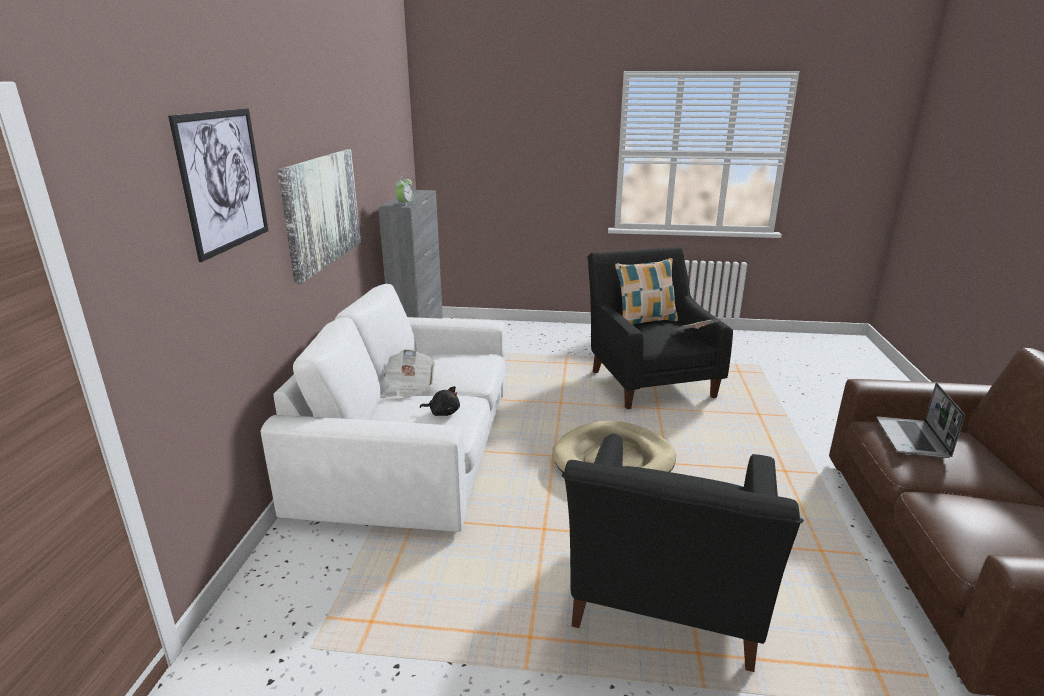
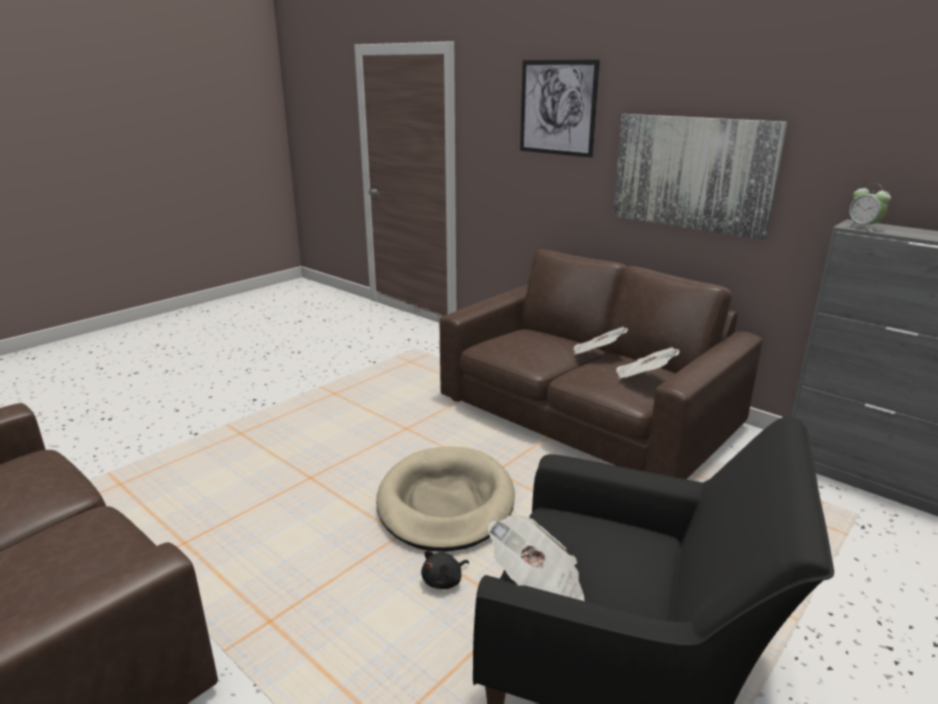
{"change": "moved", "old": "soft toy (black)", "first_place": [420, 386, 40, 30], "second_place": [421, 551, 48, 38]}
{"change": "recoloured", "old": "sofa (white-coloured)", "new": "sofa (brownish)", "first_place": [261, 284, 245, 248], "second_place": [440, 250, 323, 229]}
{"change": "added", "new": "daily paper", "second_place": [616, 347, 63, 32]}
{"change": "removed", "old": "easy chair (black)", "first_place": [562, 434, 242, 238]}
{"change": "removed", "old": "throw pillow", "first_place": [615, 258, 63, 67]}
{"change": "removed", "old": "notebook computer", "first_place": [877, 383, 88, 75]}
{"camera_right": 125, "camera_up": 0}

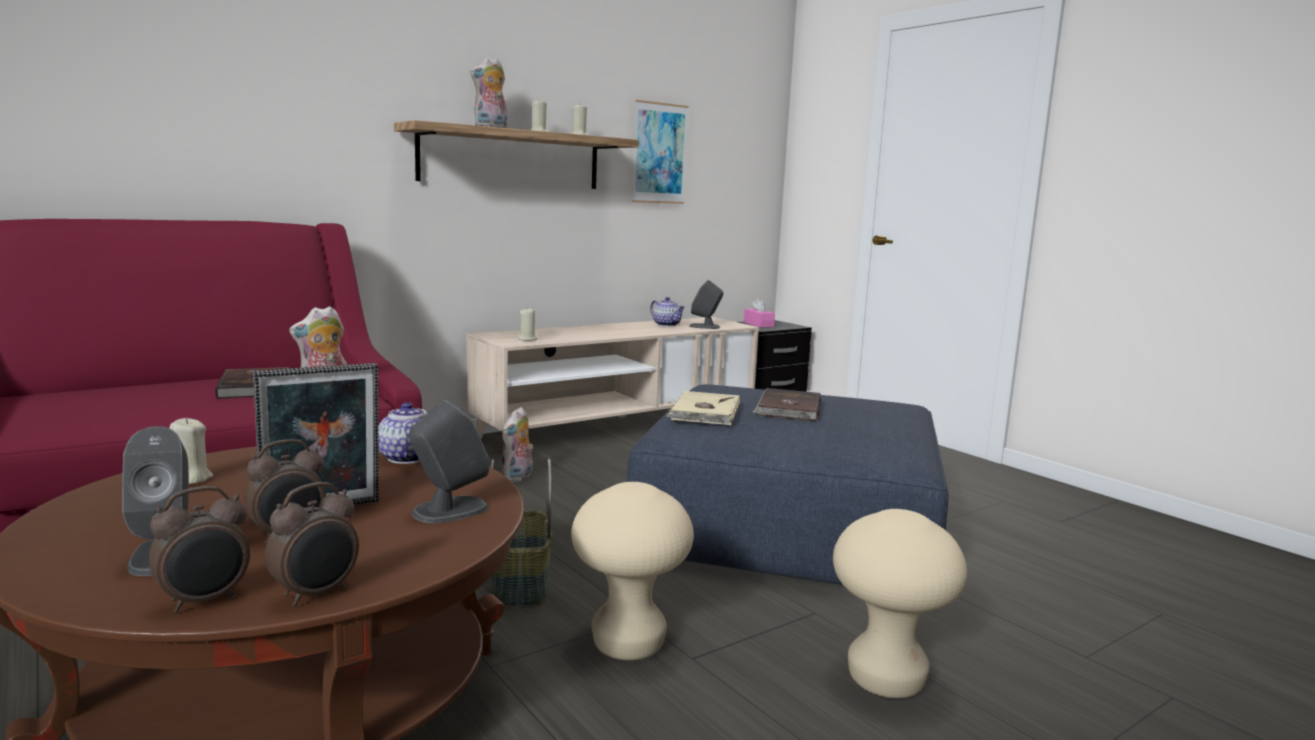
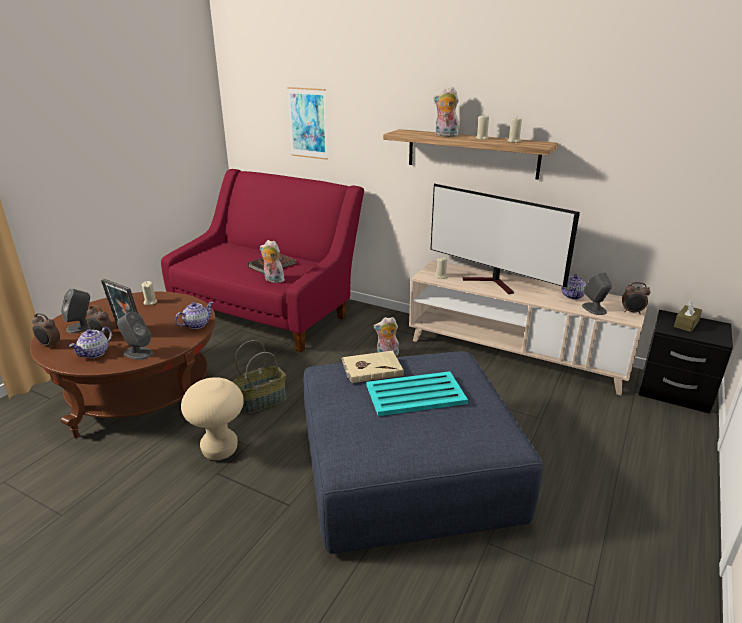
{"change": "added", "new": "tea pot", "second_place": [69, 327, 43, 31]}
{"change": "moved", "old": "wall art", "first_place": [632, 100, 57, 104], "second_place": [287, 87, 41, 73]}
{"change": "replaced", "old": "book (brownish)", "new": "tray (turquoise-coloured)", "first_place": [753, 388, 68, 33], "second_place": [367, 371, 101, 45]}
{"change": "added", "new": "TV", "second_place": [431, 184, 149, 110]}
{"change": "moved", "old": "alarm clock", "first_place": [265, 482, 94, 124], "second_place": [622, 282, 28, 32]}
{"change": "recoloured", "old": "tissue box (pinkish)", "new": "tissue box (brownish)", "first_place": [744, 298, 31, 29], "second_place": [674, 300, 28, 32]}
{"change": "removed", "old": "stool seat (sand-coloured)", "first_place": [833, 509, 134, 190]}
{"camera_right": 65, "camera_up": 15}

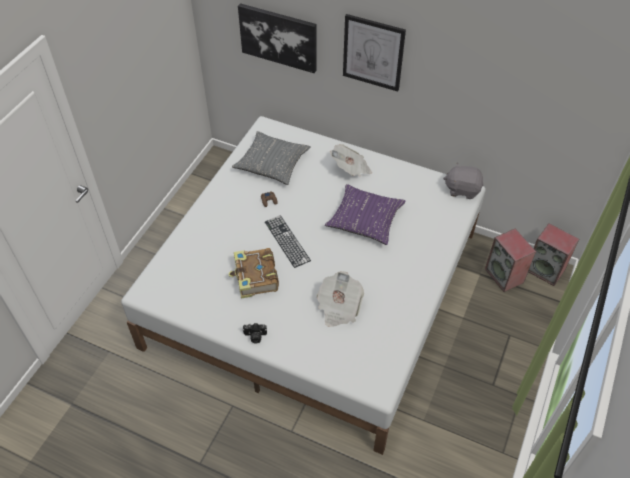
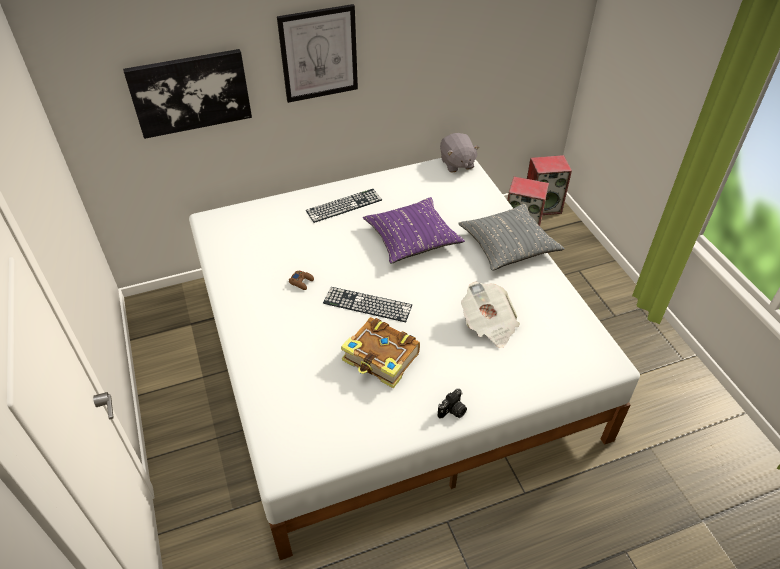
{"change": "replaced", "old": "daily paper", "new": "computer keyboard", "first_place": [330, 144, 42, 32], "second_place": [306, 189, 76, 34]}
{"change": "turned", "old": "soft toy (grey)", "first_place": [443, 162, 40, 37], "second_place": [440, 133, 39, 40], "degrees": -75}
{"change": "moved", "old": "throw pillow (grey)", "first_place": [232, 131, 79, 54], "second_place": [458, 204, 107, 67]}
{"camera_right": -45, "camera_up": -5}

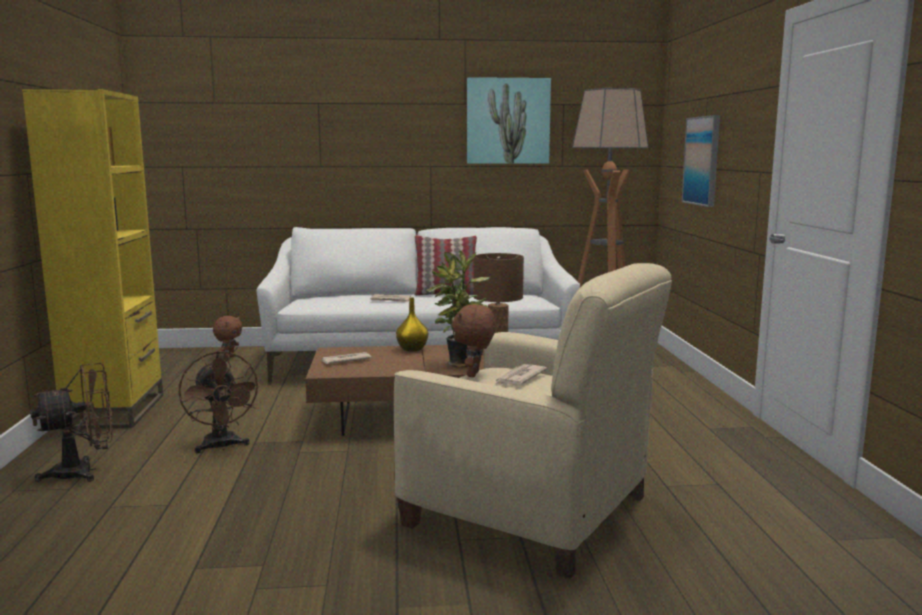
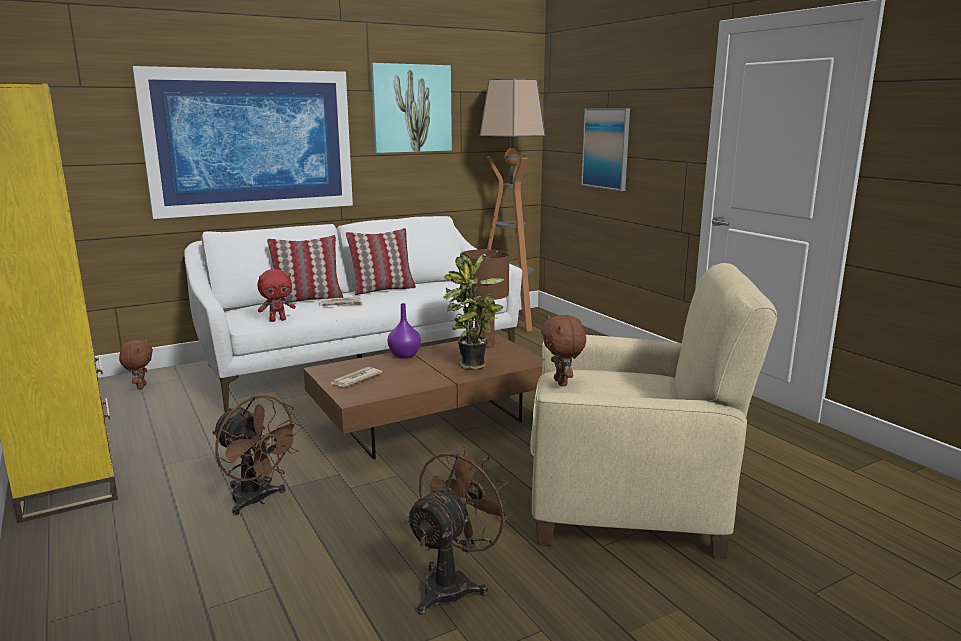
{"change": "added", "new": "wall art", "second_place": [132, 66, 221, 153]}
{"change": "added", "new": "soft toy (red-coloured)", "second_place": [257, 269, 39, 53]}
{"change": "added", "new": "throw pillow", "second_place": [267, 235, 76, 68]}
{"change": "recoloured", "old": "vase (yellowish)", "new": "vase (purple-coloured)", "first_place": [396, 298, 32, 54], "second_place": [387, 303, 34, 56]}
{"change": "moved", "old": "cooling fan (brownish)", "first_place": [30, 363, 83, 119], "second_place": [405, 446, 110, 169]}
{"change": "removed", "old": "daily paper", "first_place": [495, 364, 52, 21]}
{"camera_right": -25, "camera_up": 5}

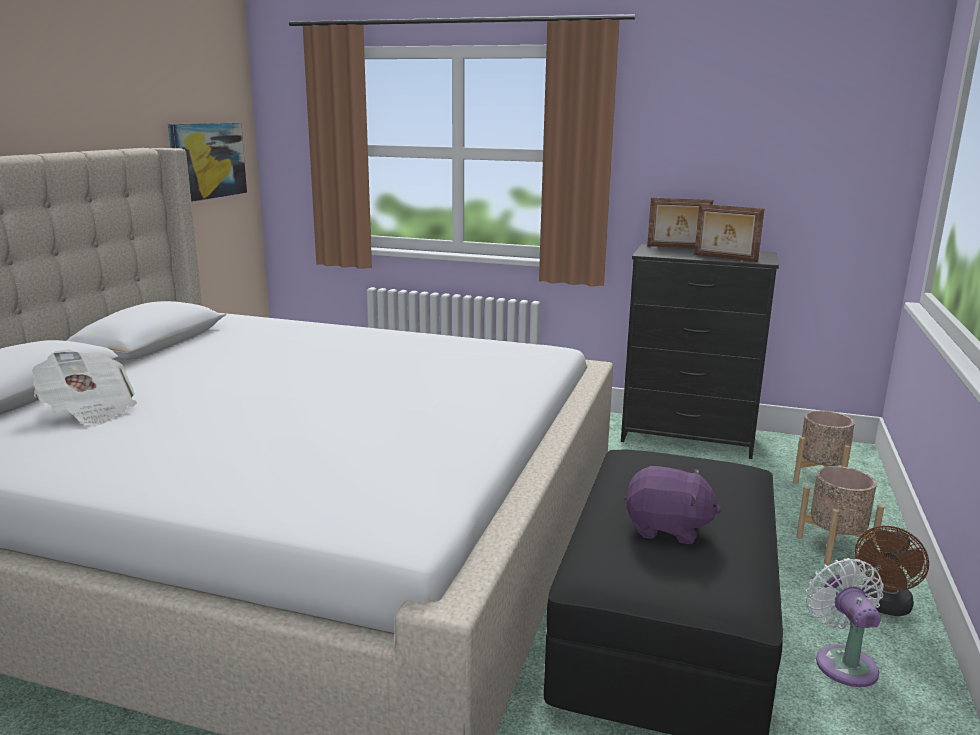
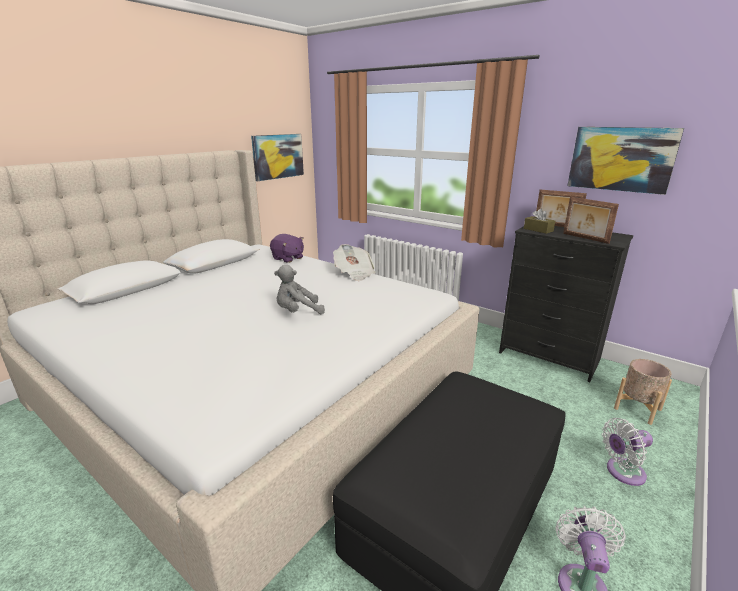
{"change": "moved", "old": "soft toy (purple-coloured)", "first_place": [624, 466, 98, 78], "second_place": [270, 234, 34, 29]}
{"change": "added", "new": "soft toy (grey)", "second_place": [274, 265, 51, 49]}
{"change": "moved", "old": "daily paper", "first_place": [32, 350, 105, 76], "second_place": [333, 244, 43, 37]}
{"change": "added", "new": "tissue box (brownish)", "second_place": [524, 209, 31, 25]}
{"change": "added", "new": "wall art", "second_place": [567, 127, 117, 68]}
{"change": "replaced", "old": "flower pot (sand-coloured)", "new": "cooling fan (white-coloured)", "first_place": [796, 466, 88, 99], "second_place": [602, 418, 51, 68]}
{"change": "removed", "old": "cooling fan (brownish)", "first_place": [855, 526, 74, 90]}
{"camera_right": 20, "camera_up": 5}

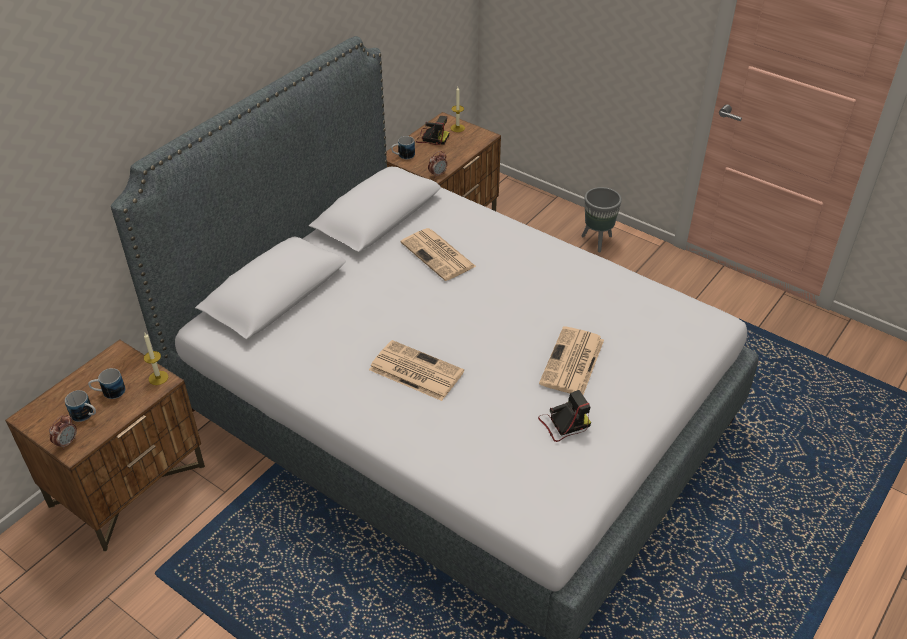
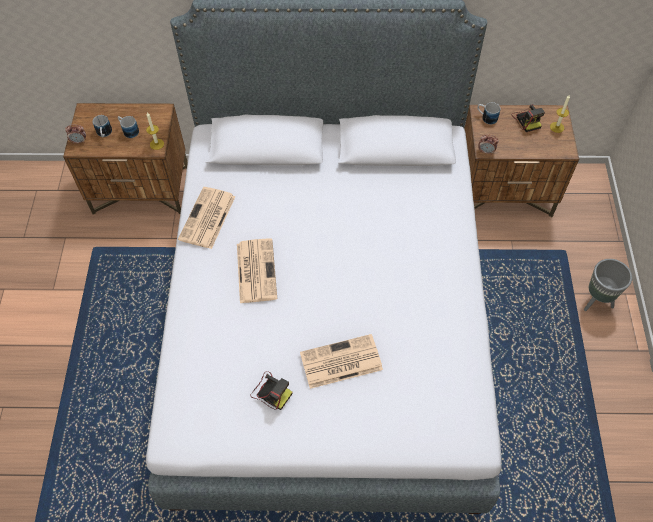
{"change": "moved", "old": "daily paper", "first_place": [401, 228, 75, 53], "second_place": [178, 187, 58, 62]}
{"camera_right": 55, "camera_up": 15}

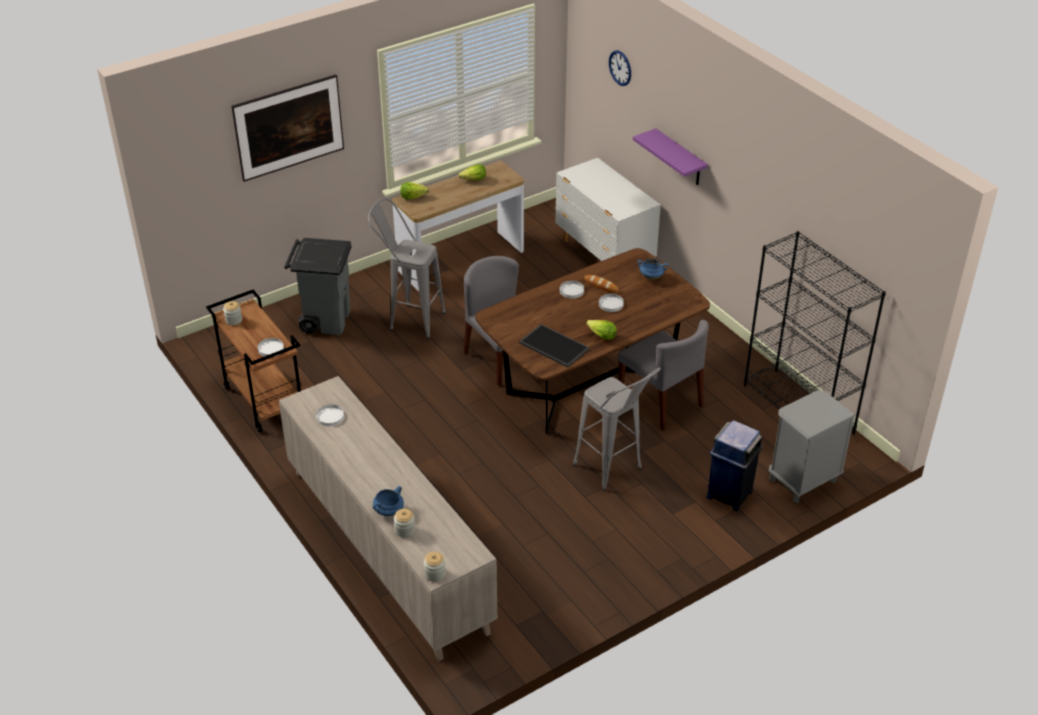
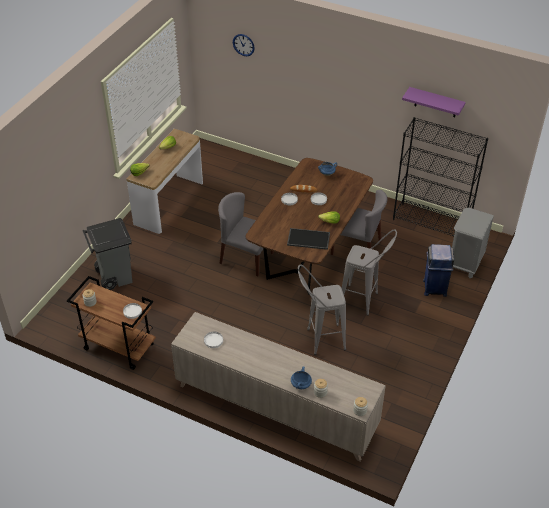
{"change": "moved", "old": "stool seat (grey)", "first_place": [368, 198, 78, 141], "second_place": [298, 265, 48, 90]}
{"change": "moved", "old": "bracket shelf (purple-coloured)", "first_place": [633, 128, 75, 57], "second_place": [402, 87, 64, 30]}
{"change": "removed", "old": "wall art", "first_place": [231, 74, 113, 108]}
{"change": "removed", "old": "dresser (white-coloured)", "first_place": [555, 158, 106, 103]}
{"camera_right": -30, "camera_up": 5}

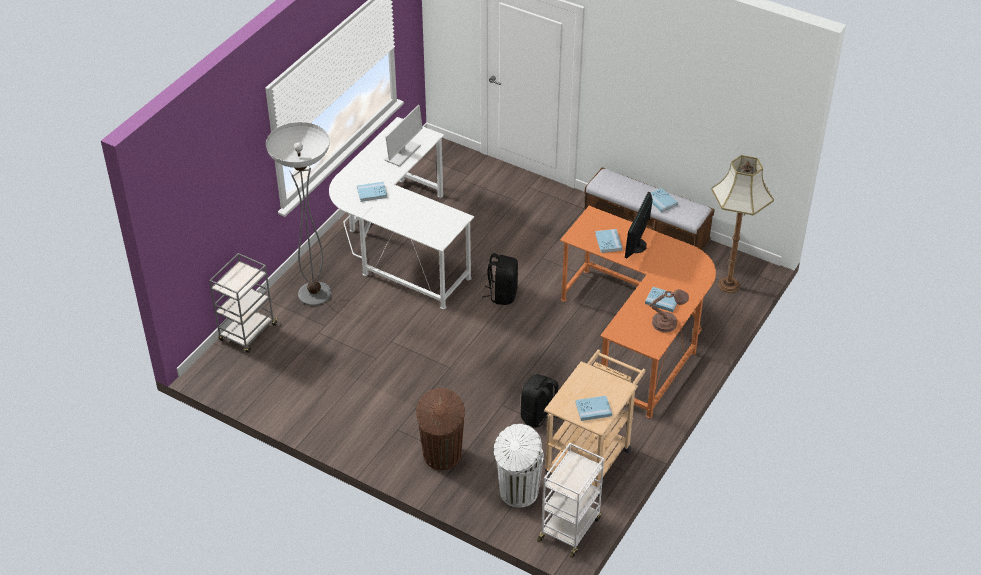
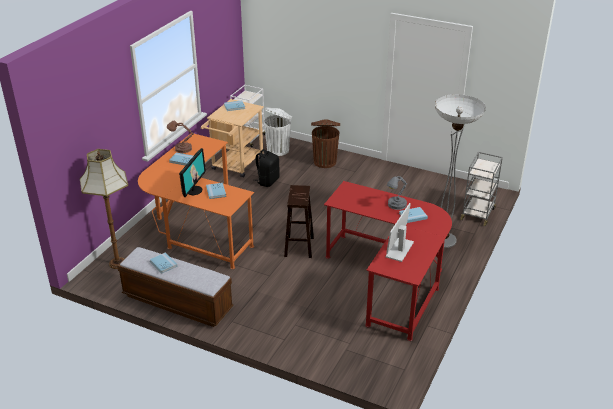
{"change": "replaced", "old": "knapsack (black)", "new": "stool seat (brownish)", "first_place": [482, 253, 36, 52], "second_place": [284, 185, 30, 73]}
{"change": "recoloured", "old": "desk table (white-coloured)", "new": "desk table (red-coloured)", "first_place": [329, 117, 145, 192], "second_place": [324, 181, 128, 160]}
{"change": "added", "new": "tabletop lamp (grey)", "second_place": [387, 176, 20, 34]}
{"camera_right": 175, "camera_up": -10}

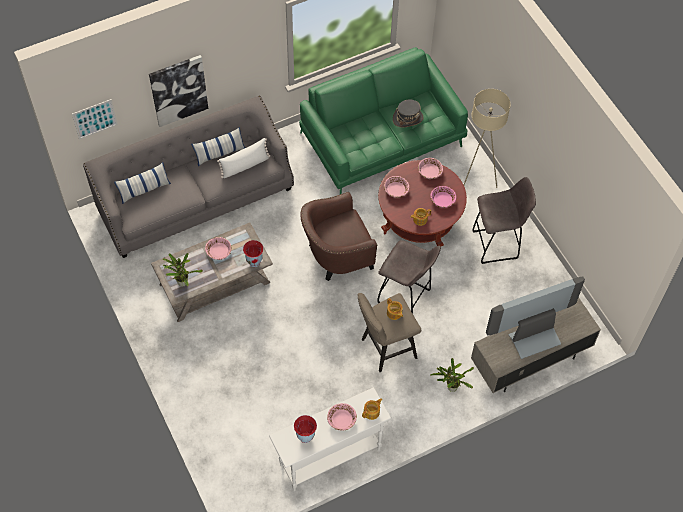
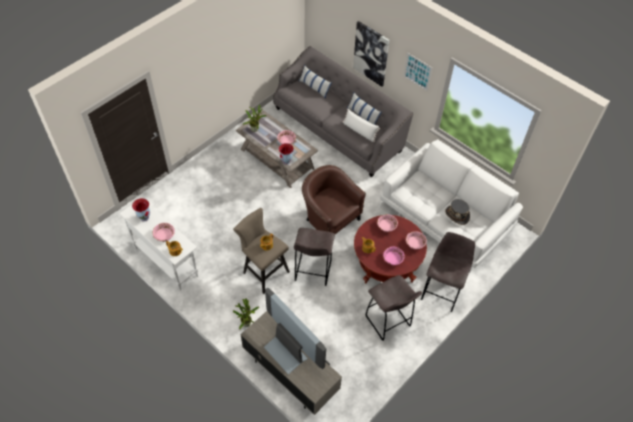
{"change": "recoloured", "old": "sofa (green-coloured)", "new": "sofa (white-coloured)", "first_place": [299, 47, 169, 147], "second_place": [379, 139, 144, 134]}
{"change": "moved", "old": "wall art", "first_place": [72, 99, 46, 40], "second_place": [403, 52, 29, 39]}
{"change": "replaced", "old": "standard lamp (sand-coloured)", "new": "stool seat (grey)", "first_place": [464, 89, 47, 99], "second_place": [421, 232, 54, 80]}
{"camera_right": 70, "camera_up": -5}

